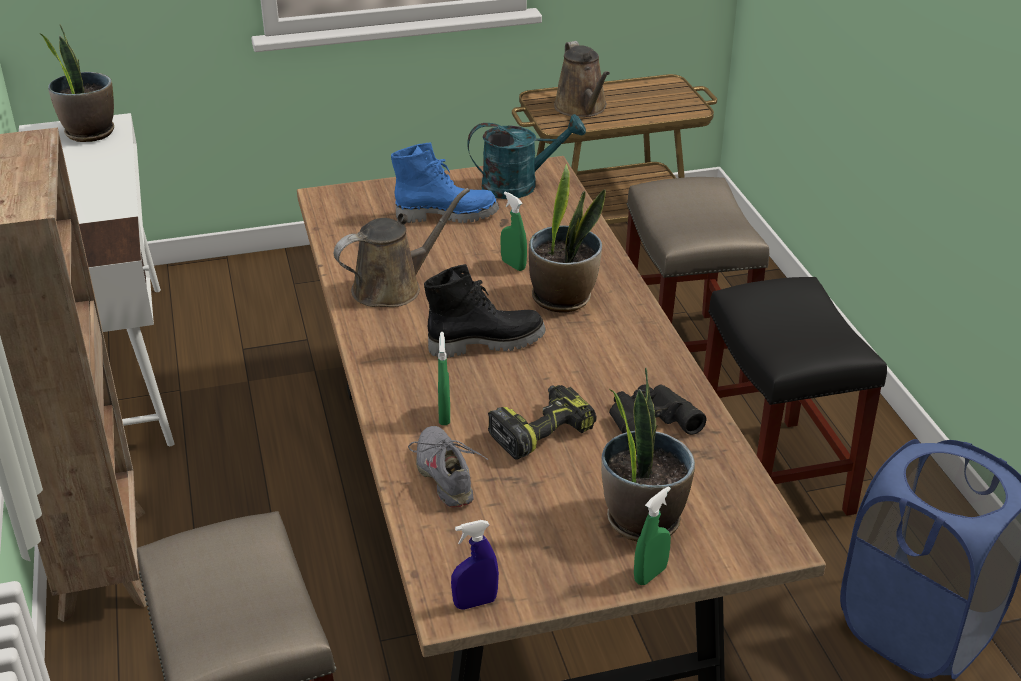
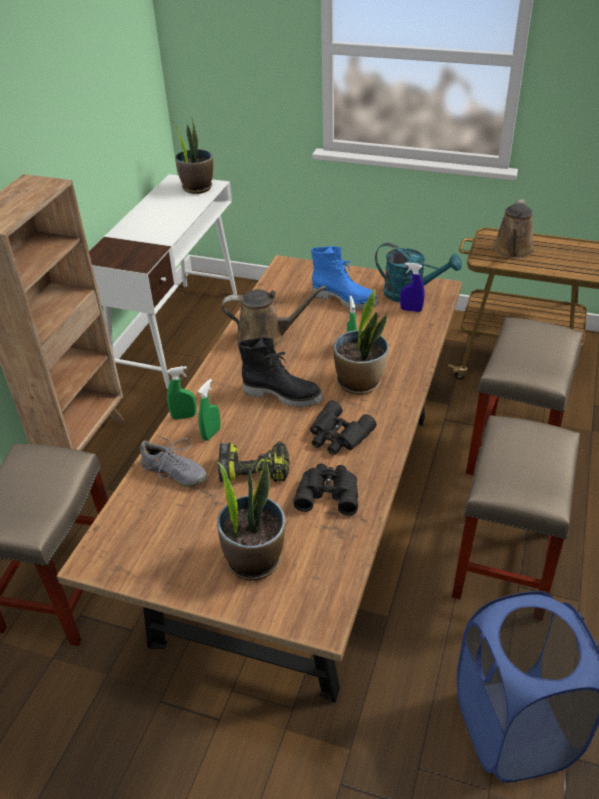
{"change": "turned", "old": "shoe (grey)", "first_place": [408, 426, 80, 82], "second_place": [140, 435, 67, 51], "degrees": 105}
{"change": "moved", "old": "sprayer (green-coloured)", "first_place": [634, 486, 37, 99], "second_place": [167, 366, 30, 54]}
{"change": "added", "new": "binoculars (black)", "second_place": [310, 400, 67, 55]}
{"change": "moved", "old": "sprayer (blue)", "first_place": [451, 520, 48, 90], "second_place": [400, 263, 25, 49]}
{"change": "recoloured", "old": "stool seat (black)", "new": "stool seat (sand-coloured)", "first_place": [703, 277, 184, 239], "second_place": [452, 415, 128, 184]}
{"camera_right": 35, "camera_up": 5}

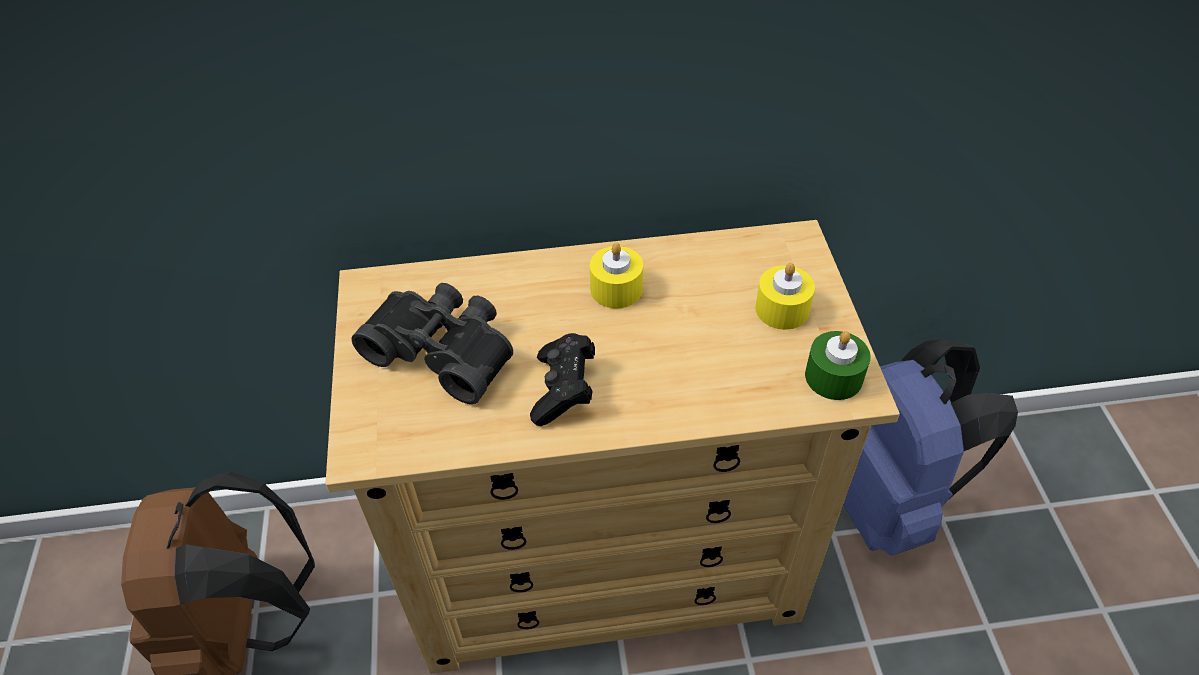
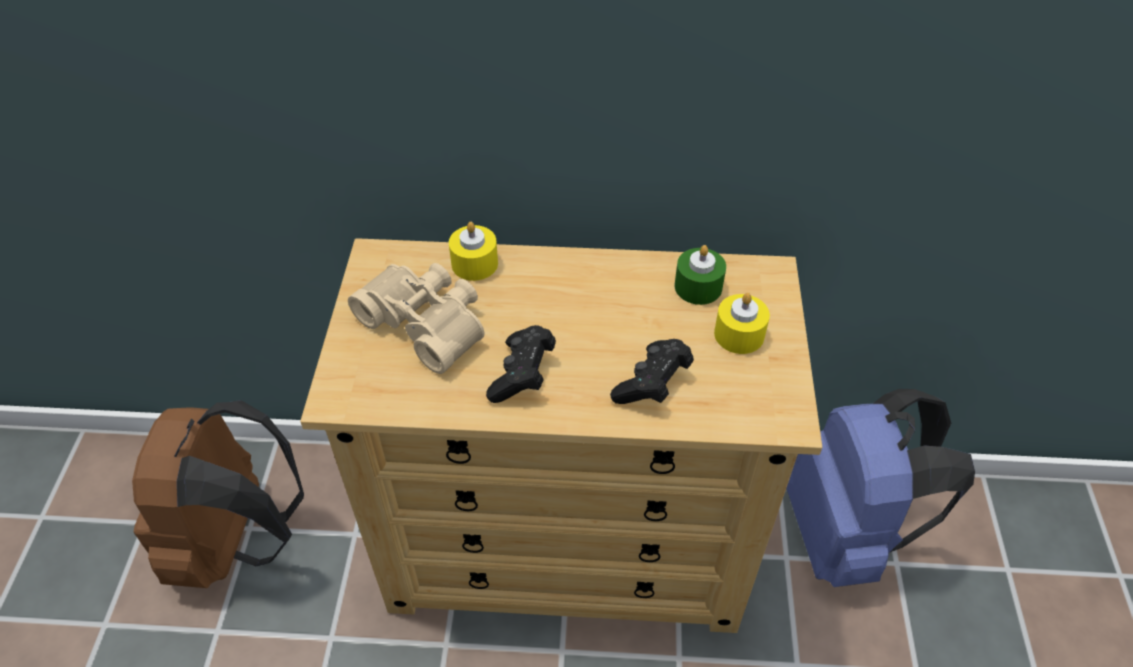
{"change": "recoloured", "old": "binoculars (black)", "new": "binoculars (sand-coloured)", "first_place": [352, 283, 161, 121], "second_place": [348, 263, 136, 111]}
{"change": "moved", "old": "candle (yellowish)", "first_place": [590, 243, 53, 66], "second_place": [449, 222, 49, 59]}
{"change": "added", "new": "gamepad (black)", "second_place": [610, 339, 84, 65]}
{"change": "moved", "old": "candle (green-coloured)", "first_place": [805, 331, 66, 69], "second_place": [675, 245, 51, 60]}
{"camera_right": 10, "camera_up": 0}

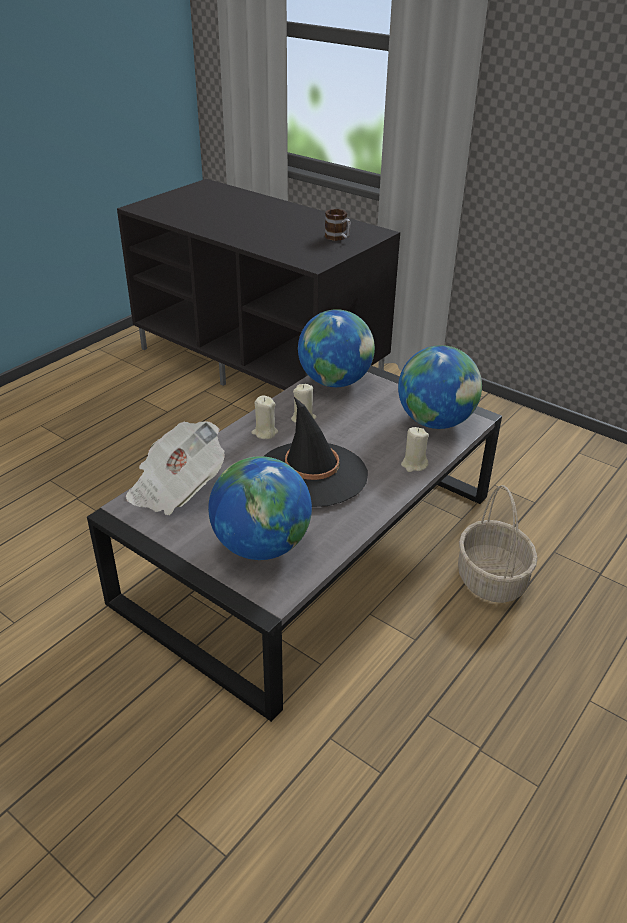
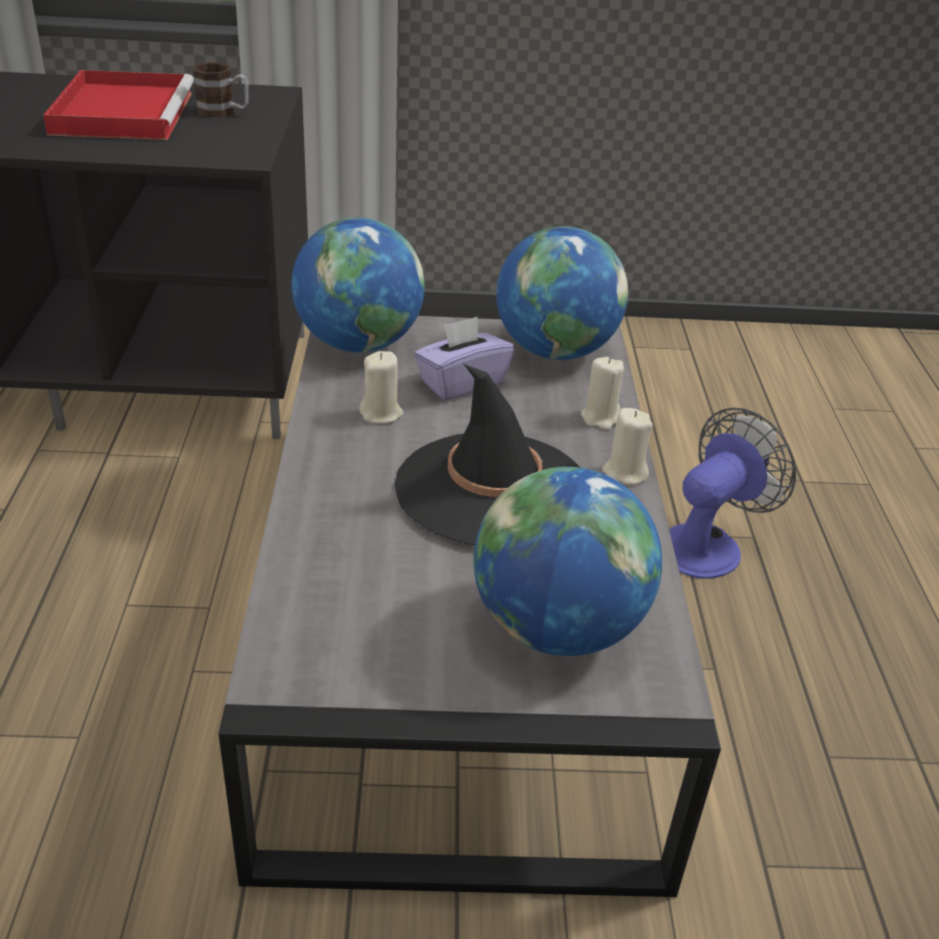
{"change": "added", "new": "tray (red-coloured)", "second_place": [43, 70, 151, 70]}
{"change": "added", "new": "tissue box (purple-coloured)", "second_place": [414, 317, 100, 84]}
{"change": "moved", "old": "candle (sand-coloured)", "first_place": [251, 395, 27, 44], "second_place": [602, 408, 51, 77]}
{"change": "replaced", "old": "storage basket", "new": "cooling fan", "first_place": [458, 485, 80, 118], "second_place": [669, 407, 127, 172]}
{"change": "removed", "old": "daily paper", "first_place": [126, 421, 99, 94]}
{"camera_right": -40, "camera_up": 0}

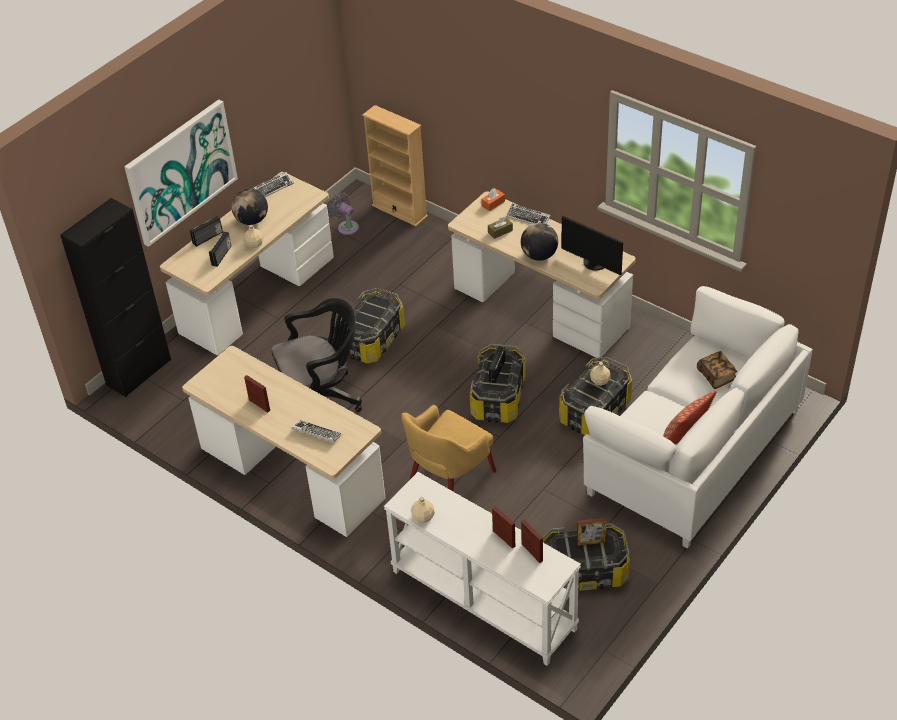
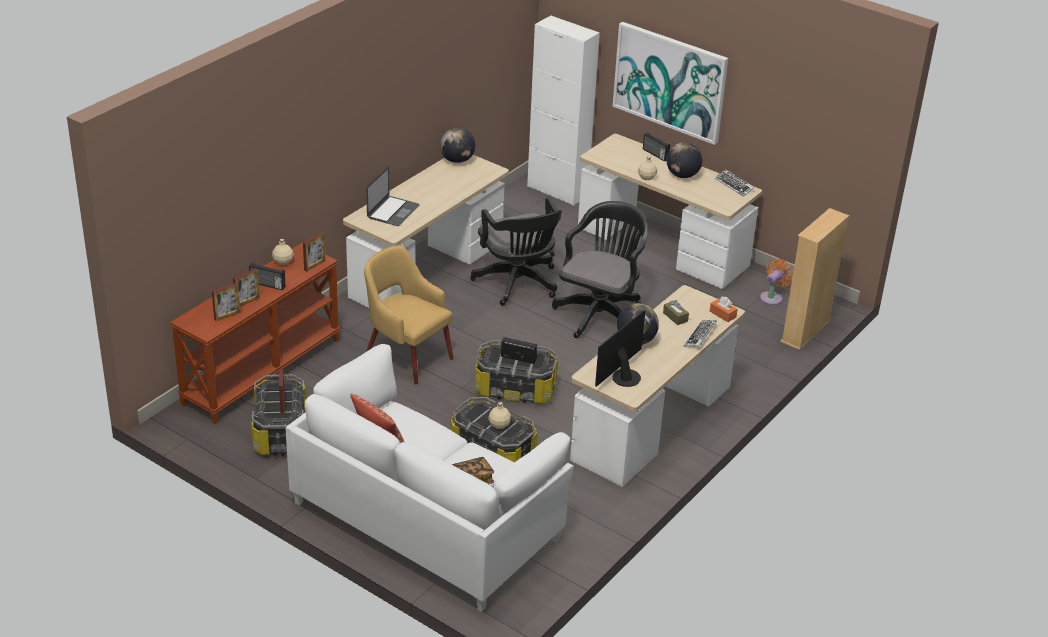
{"change": "recoloured", "old": "hall table (white-coloured)", "new": "hall table (brownish)", "first_place": [384, 472, 197, 194], "second_place": [170, 243, 170, 181]}
{"change": "moved", "old": "radio receiver", "first_place": [209, 232, 22, 35], "second_place": [249, 263, 37, 27]}
{"change": "moved", "old": "picture frame", "first_place": [244, 375, 26, 38], "second_place": [303, 232, 22, 39]}
{"change": "replaced", "old": "computer keyboard", "new": "notebook computer", "first_place": [291, 420, 51, 22], "second_place": [366, 167, 54, 59]}
{"change": "added", "new": "globe", "second_place": [440, 127, 35, 36]}
{"change": "recoloured", "old": "storage cabinet (black)", "new": "storage cabinet (white-coloured)", "first_place": [60, 198, 111, 199], "second_place": [527, 16, 73, 190]}
{"change": "replaced", "old": "storage bin", "new": "desk chair (black)", "first_place": [340, 288, 65, 76], "second_place": [552, 201, 96, 137]}
{"change": "recoloured", "old": "cooling fan (grey)", "new": "cooling fan (orange-coloured)", "first_place": [328, 192, 31, 43], "second_place": [760, 259, 33, 46]}
{"camera_right": 85, "camera_up": -10}

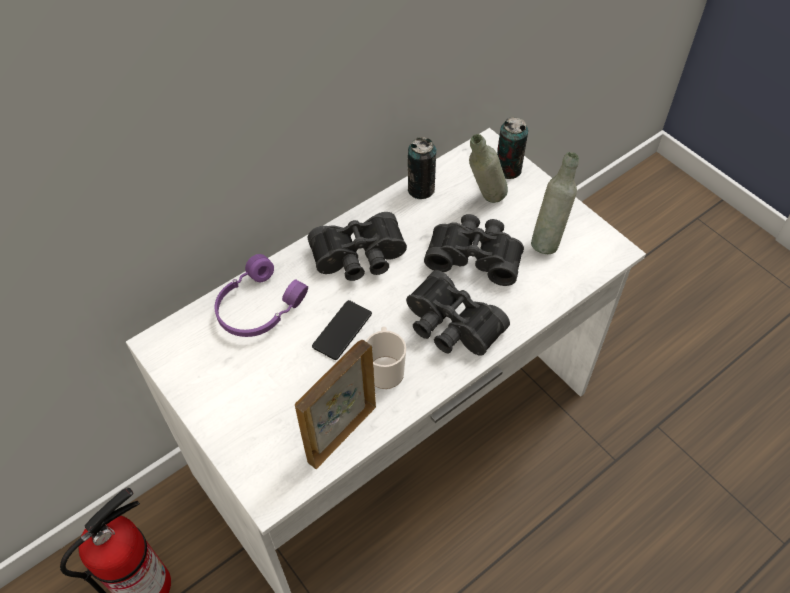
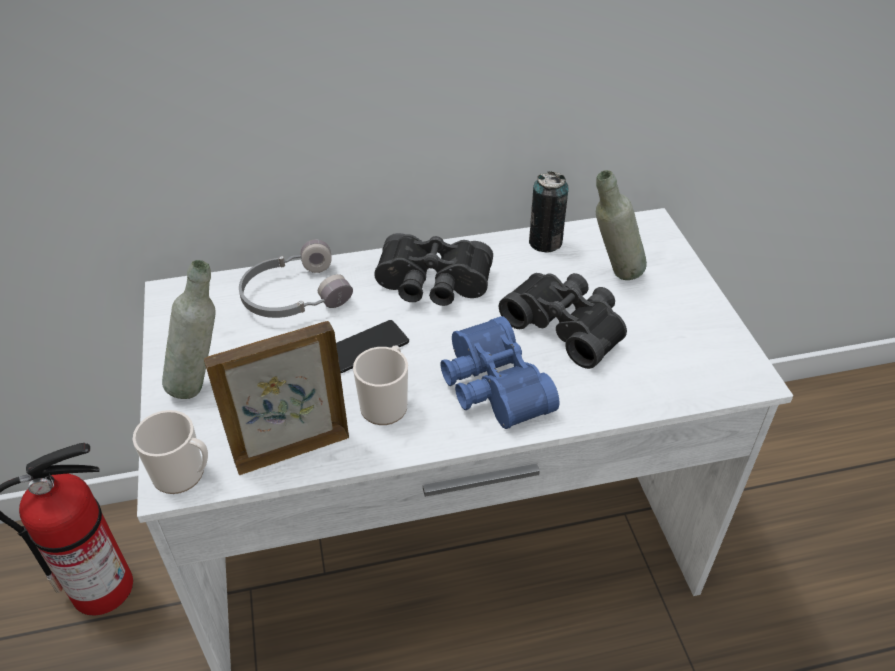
{"change": "added", "new": "coffee mug", "second_place": [133, 410, 75, 84]}
{"change": "moved", "old": "bottle (grey)", "first_place": [531, 152, 48, 102], "second_place": [162, 260, 54, 139]}
{"change": "recoloured", "old": "pair of headphones (purple-coloured)", "new": "pair of headphones (grey)", "first_place": [215, 254, 93, 83], "second_place": [239, 239, 114, 79]}
{"change": "recoloured", "old": "binoculars (black)", "new": "binoculars (blue)", "first_place": [406, 270, 104, 86], "second_place": [441, 316, 119, 113]}
{"change": "removed", "old": "sealed can", "first_place": [497, 117, 31, 62]}
{"camera_right": 25, "camera_up": -10}

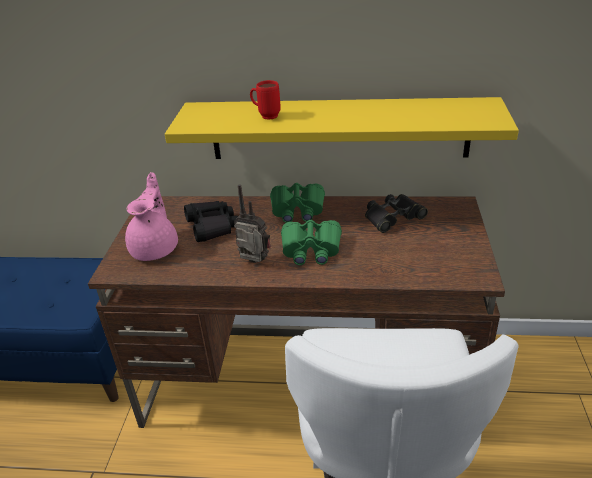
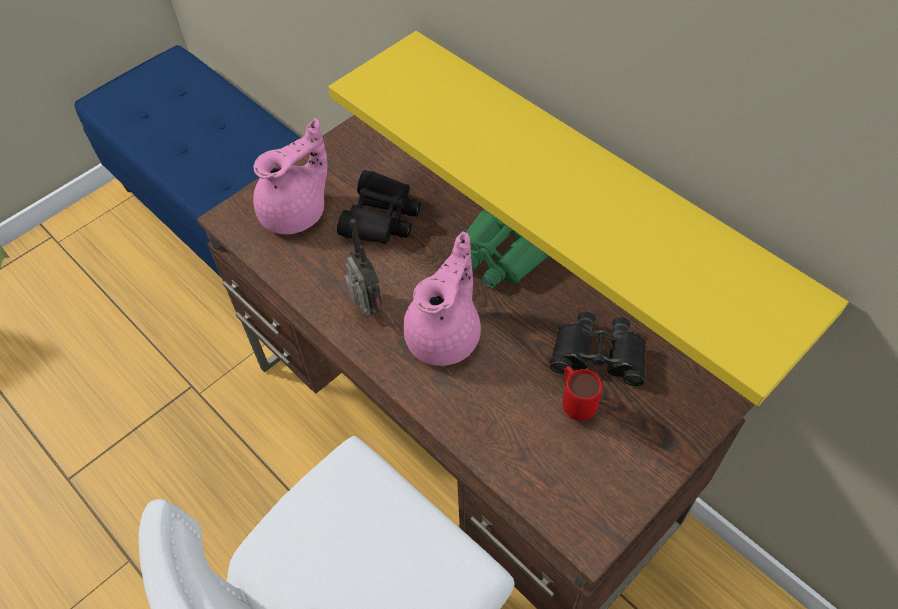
{"change": "replaced", "old": "binoculars (green-coloured)", "new": "tea pot (pinkish)", "first_place": [281, 220, 61, 45], "second_place": [403, 232, 78, 134]}
{"change": "moved", "old": "coffee mug (red-coloured)", "first_place": [250, 80, 31, 40], "second_place": [562, 366, 40, 55]}
{"camera_right": 40, "camera_up": 20}

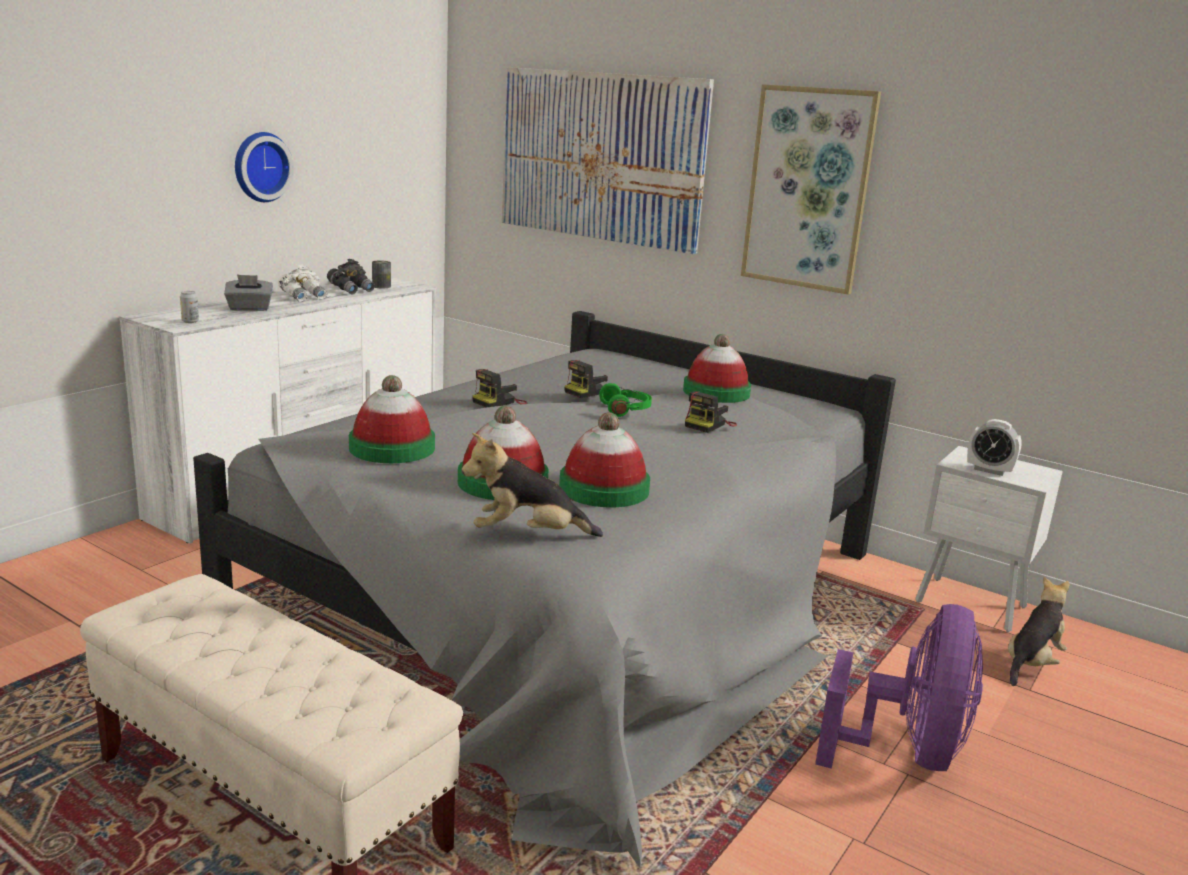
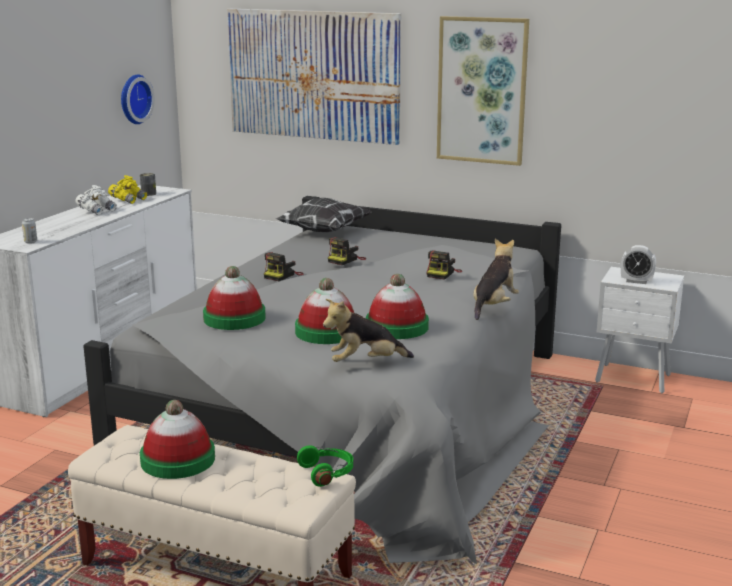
{"change": "recoloured", "old": "binoculars (grey)", "new": "binoculars (yellowish)", "first_place": [327, 259, 48, 35], "second_place": [108, 175, 39, 29]}
{"change": "moved", "old": "clock on the wall", "first_place": [235, 132, 59, 70], "second_place": [121, 75, 34, 49]}
{"change": "moved", "old": "wearable hat", "first_place": [683, 334, 68, 69], "second_place": [140, 400, 75, 79]}
{"change": "added", "new": "throw pillow", "second_place": [276, 198, 95, 34]}
{"change": "moved", "old": "pair of headphones (green-coloured)", "first_place": [599, 383, 53, 34], "second_place": [297, 445, 56, 42]}
{"change": "moved", "old": "soft toy", "first_place": [1008, 577, 62, 109], "second_place": [473, 239, 46, 81]}
{"change": "removed", "old": "tissue box (grey)", "first_place": [224, 274, 49, 37]}
{"change": "removed", "old": "cooling fan (purple-coloured)", "first_place": [815, 604, 168, 167]}
{"camera_right": -10, "camera_up": 0}

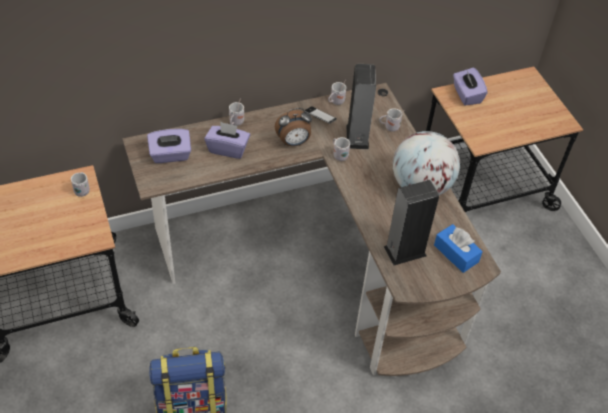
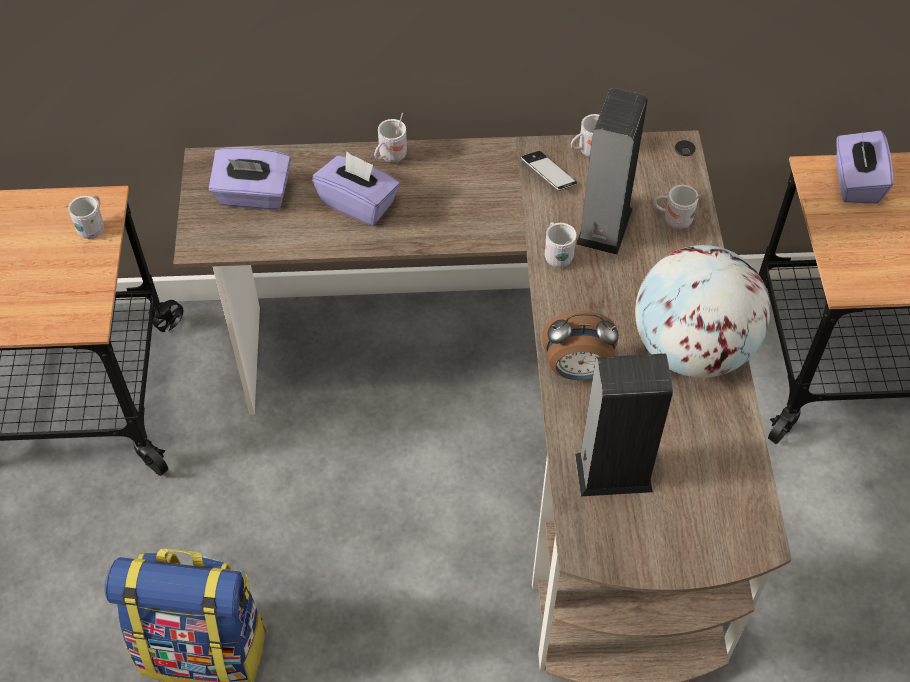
{"change": "moved", "old": "alarm clock", "first_place": [275, 108, 37, 38], "second_place": [542, 311, 77, 69]}
{"change": "removed", "old": "tissue box (blue)", "first_place": [434, 224, 49, 49]}
{"camera_right": 20, "camera_up": 5}

